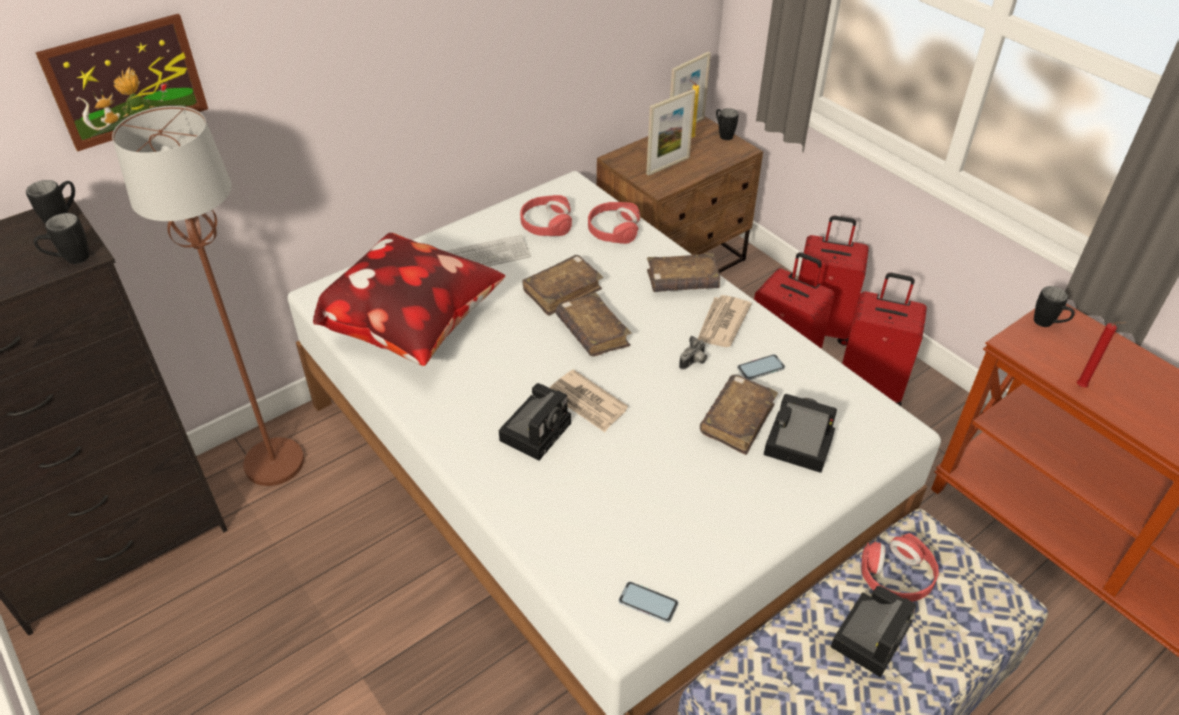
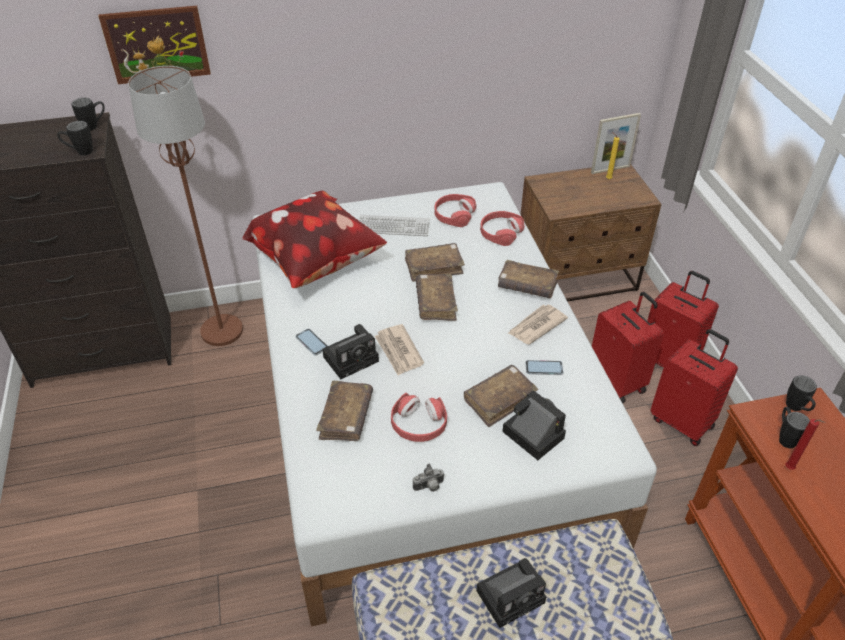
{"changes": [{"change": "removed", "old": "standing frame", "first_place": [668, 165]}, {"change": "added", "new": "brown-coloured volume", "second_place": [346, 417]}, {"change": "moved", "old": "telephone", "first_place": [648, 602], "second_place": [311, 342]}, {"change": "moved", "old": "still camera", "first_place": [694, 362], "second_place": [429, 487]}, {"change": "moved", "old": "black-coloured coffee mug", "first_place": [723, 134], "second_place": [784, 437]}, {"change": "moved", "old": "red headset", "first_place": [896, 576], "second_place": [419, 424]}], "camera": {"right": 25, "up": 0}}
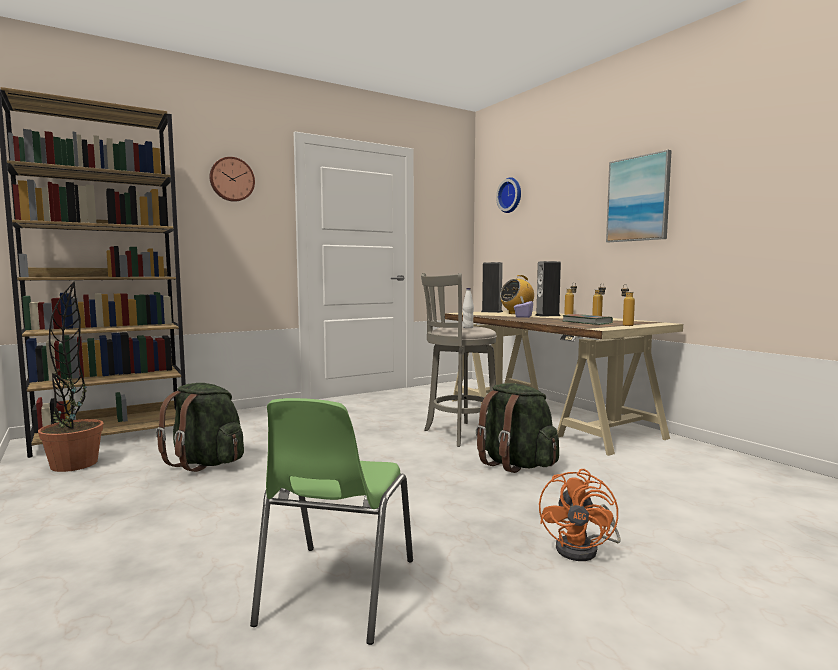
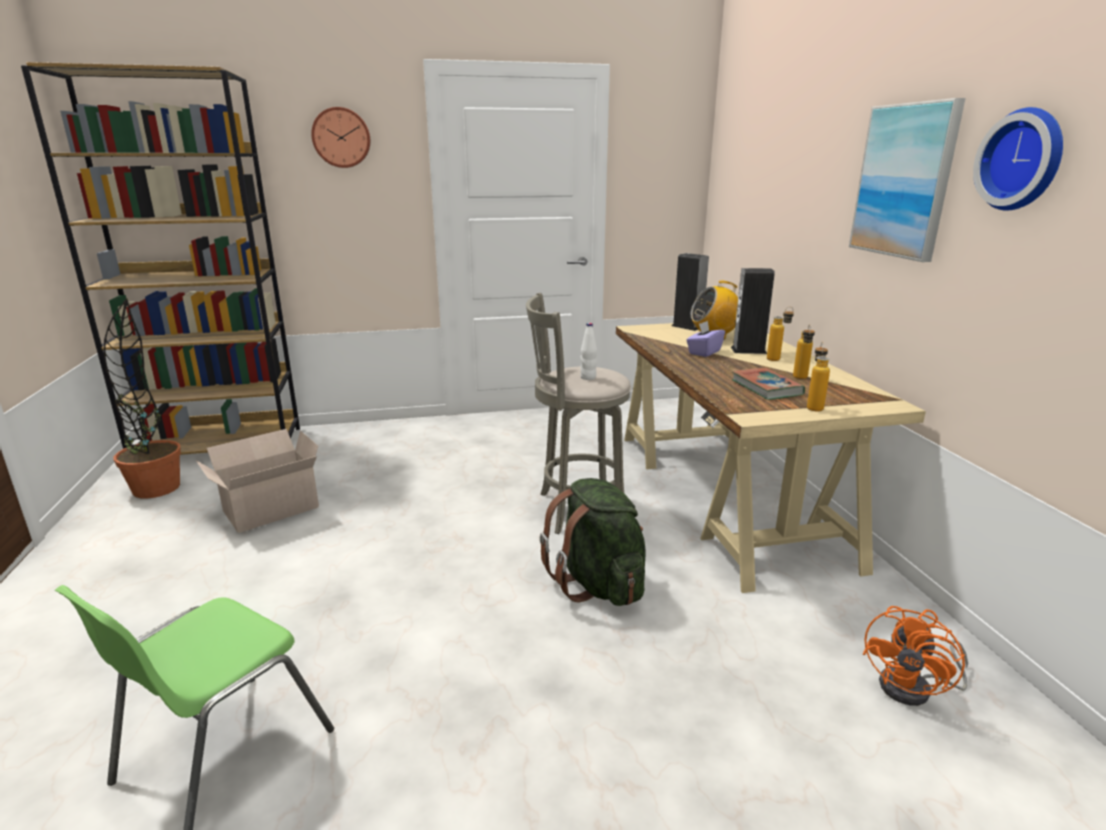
{"changes": [{"change": "moved", "old": "hanging clock", "first_place": [511, 195], "second_place": [1024, 160]}, {"change": "moved", "old": "orange fan", "first_place": [584, 549], "second_place": [914, 689]}, {"change": "replaced", "old": "green knapsack", "new": "cardboard box", "first_place": [206, 463], "second_place": [268, 510]}], "camera": {"right": 20, "up": 15}}
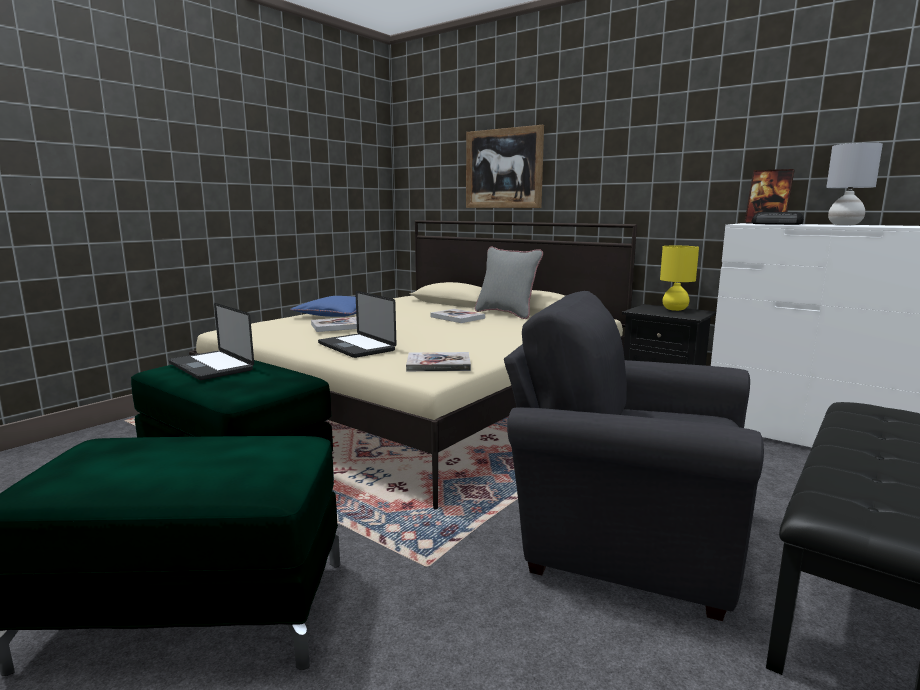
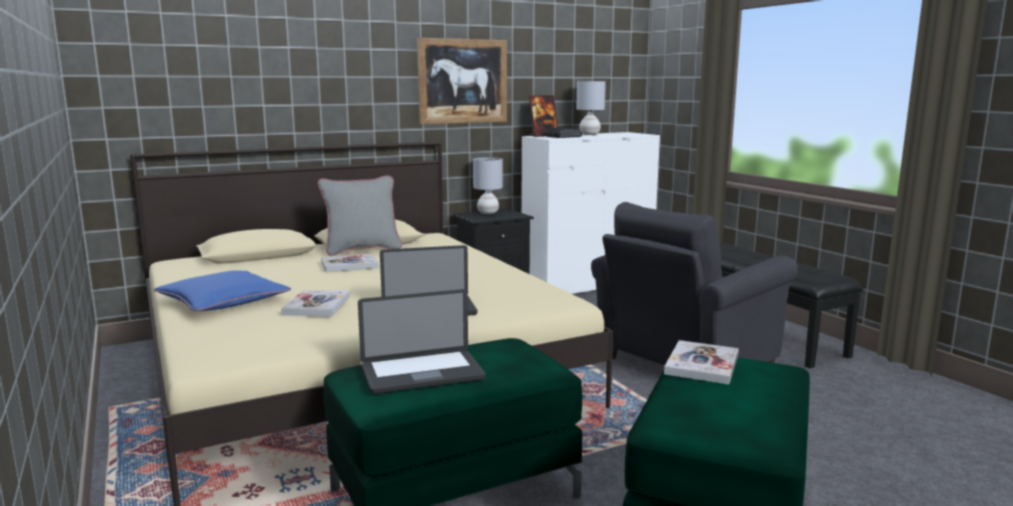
{"changes": [{"change": "moved", "old": "volume", "first_place": [438, 364], "second_place": [702, 364]}, {"change": "moved", "old": "picture", "first_place": [503, 168], "second_place": [463, 81]}, {"change": "recoloured", "old": "yellowish tabletop lamp", "new": "gray tabletop lamp", "first_place": [675, 309], "second_place": [488, 213]}], "camera": {"right": -65, "up": 0}}
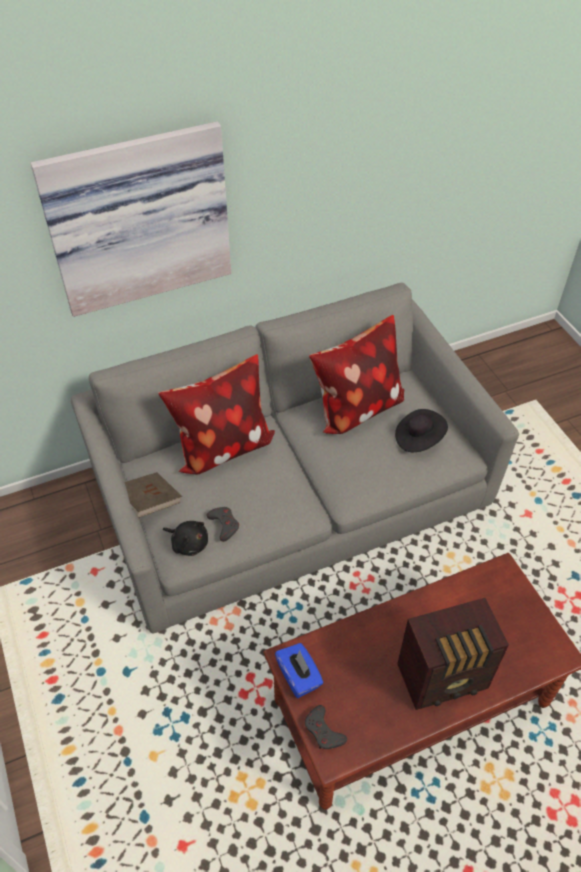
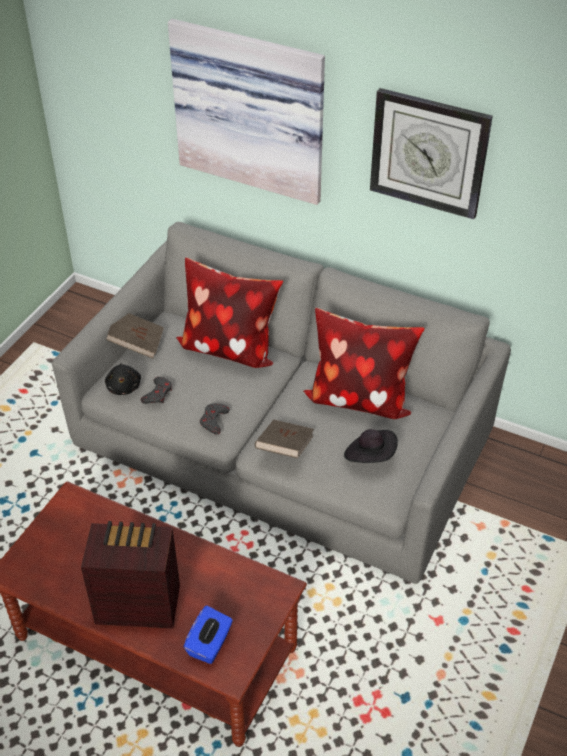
{"changes": [{"change": "added", "new": "brown-coloured volume", "second_place": [284, 448]}, {"change": "added", "new": "hanging clock", "second_place": [429, 153]}, {"change": "moved", "old": "blue-coloured tissue box", "first_place": [299, 676], "second_place": [209, 644]}, {"change": "moved", "old": "gray gamepad", "first_place": [323, 731], "second_place": [214, 420]}, {"change": "turned", "old": "radio set", "first_place": [444, 677], "second_place": [136, 603], "degrees": 150}], "camera": {"right": 50, "up": -5}}
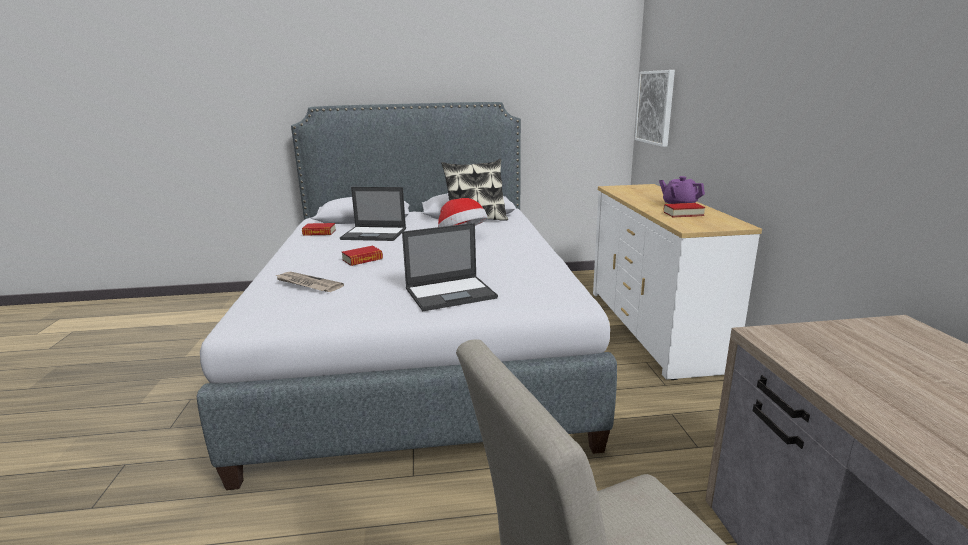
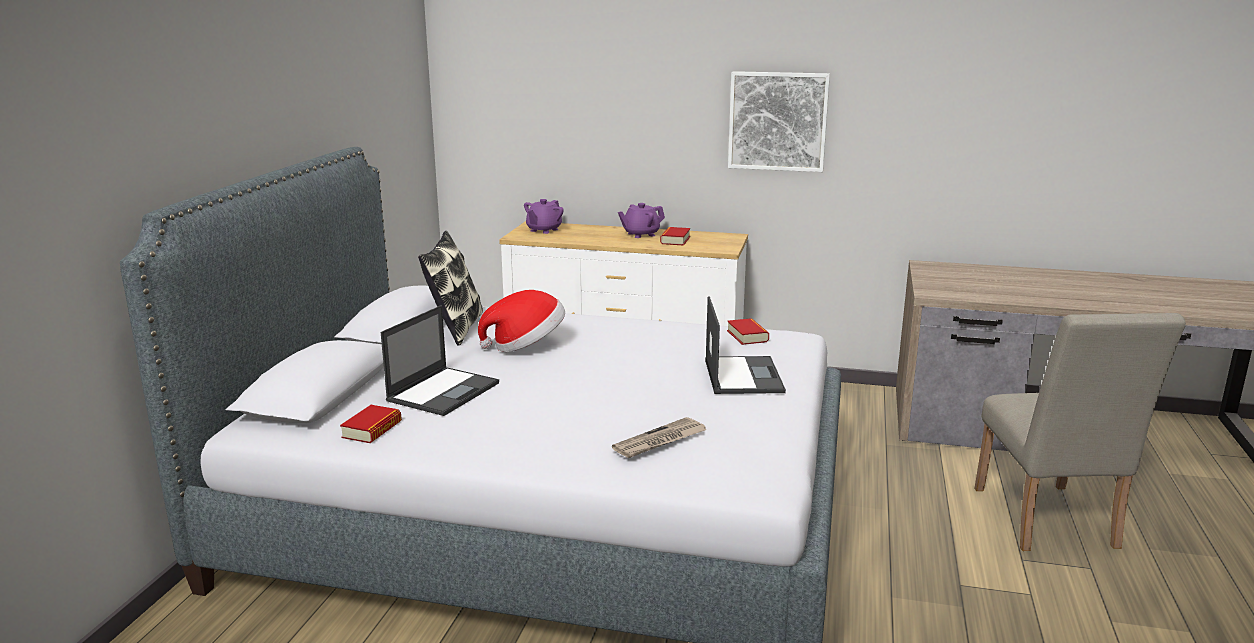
{"changes": [{"change": "added", "new": "purple tea pot", "second_place": [544, 230]}, {"change": "moved", "old": "volume", "first_place": [362, 259], "second_place": [747, 336]}, {"change": "moved", "old": "picture", "first_place": [655, 107], "second_place": [777, 121]}], "camera": {"right": -70, "up": 0}}
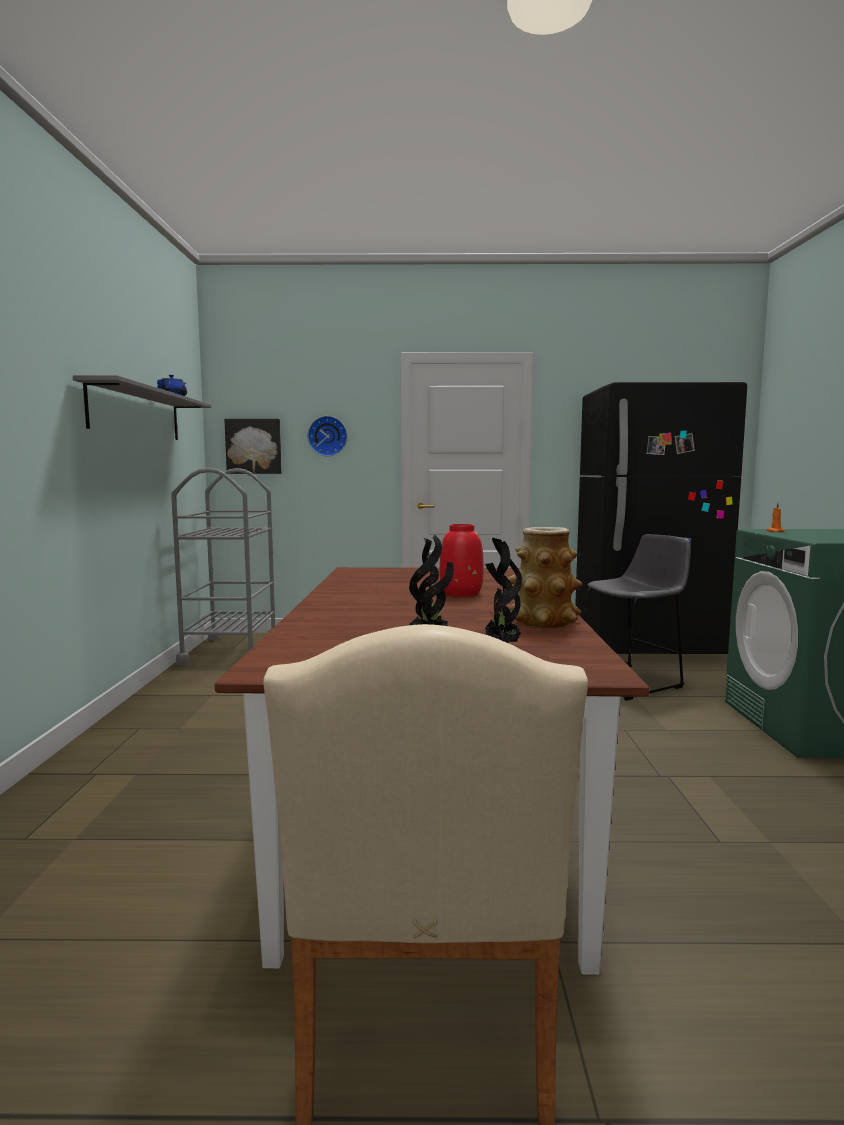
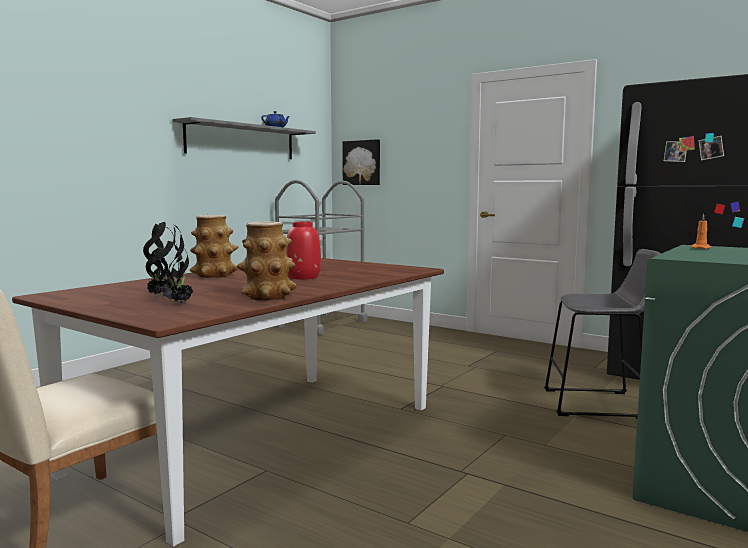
{"changes": [{"change": "removed", "old": "hanging clock", "first_place": [328, 436]}, {"change": "added", "new": "flower vase", "second_place": [214, 275]}], "camera": {"right": 35, "up": 0}}
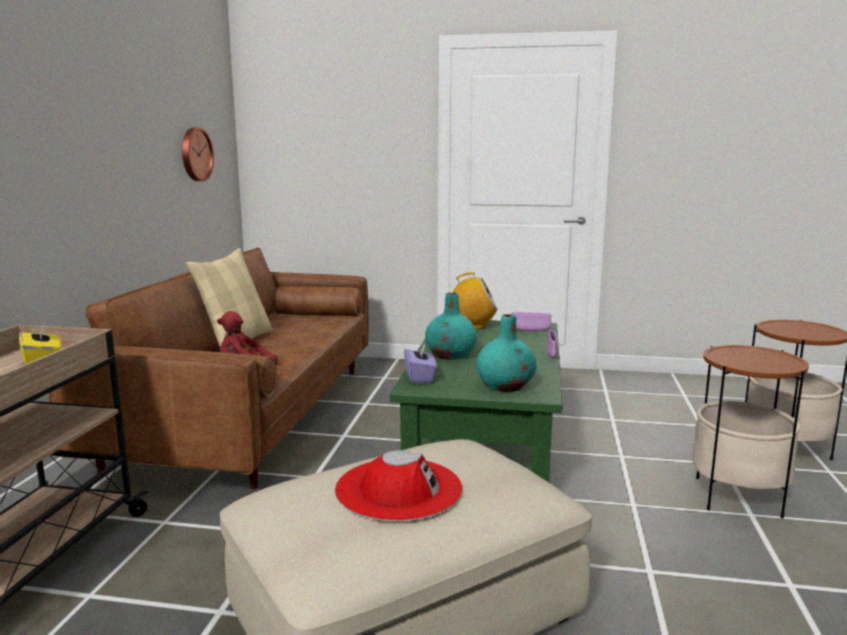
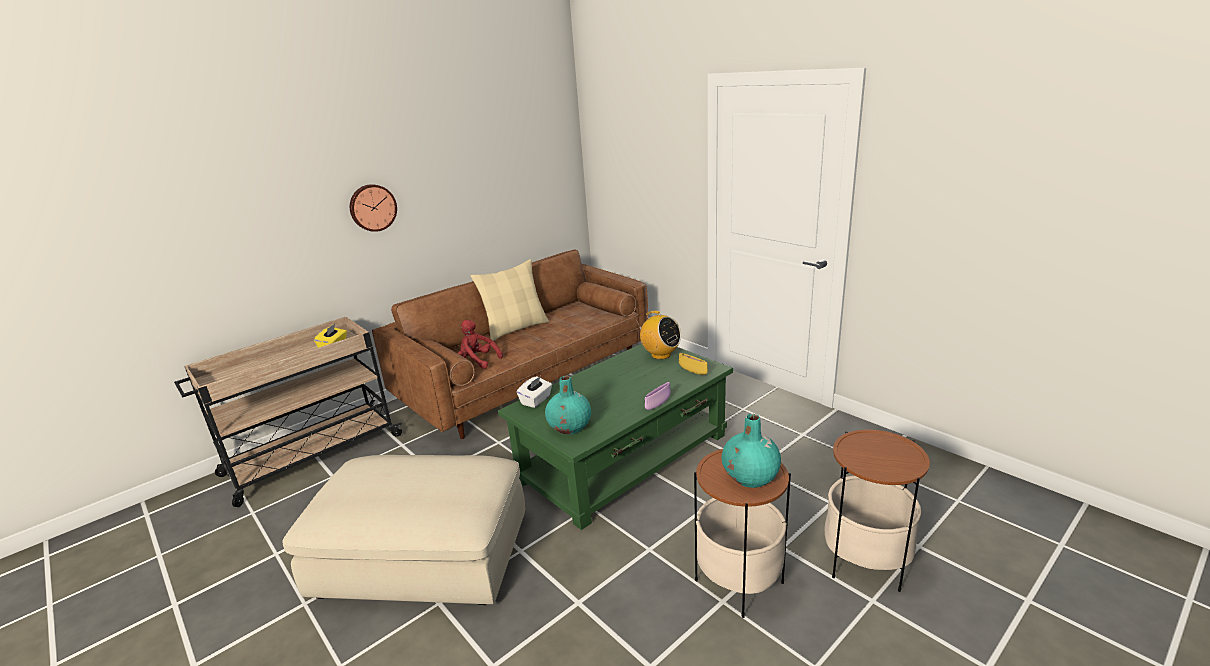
{"changes": [{"change": "removed", "old": "red hat", "first_place": [398, 489]}, {"change": "moved", "old": "hanging clock", "first_place": [195, 154], "second_place": [372, 207]}, {"change": "moved", "old": "turquoise-coloured flower vase", "first_place": [451, 355], "second_place": [750, 477]}, {"change": "recoloured", "old": "purple tissue box", "new": "white-coloured tissue box", "first_place": [420, 377], "second_place": [536, 400]}, {"change": "recoloured", "old": "purple bowl", "new": "yellowish bowl", "first_place": [530, 331], "second_place": [693, 372]}], "camera": {"right": 40, "up": 10}}
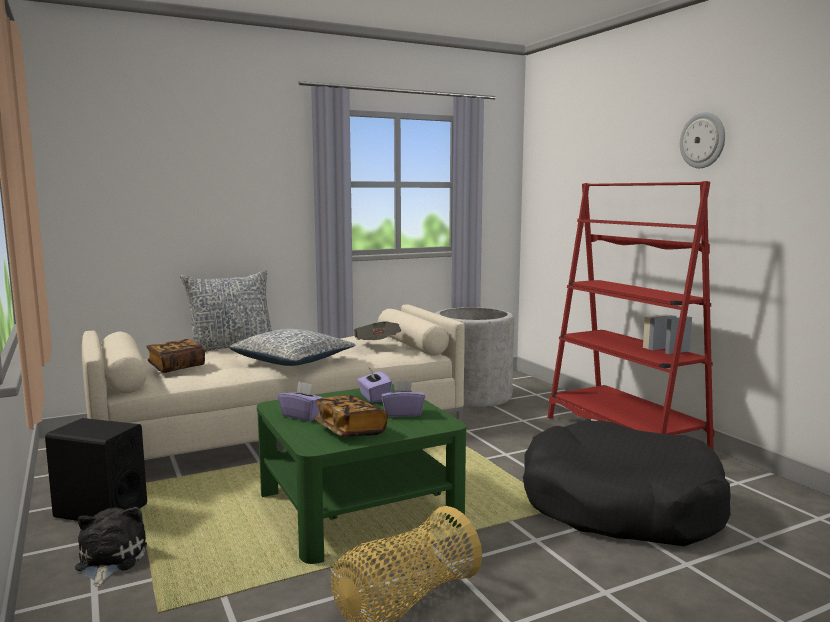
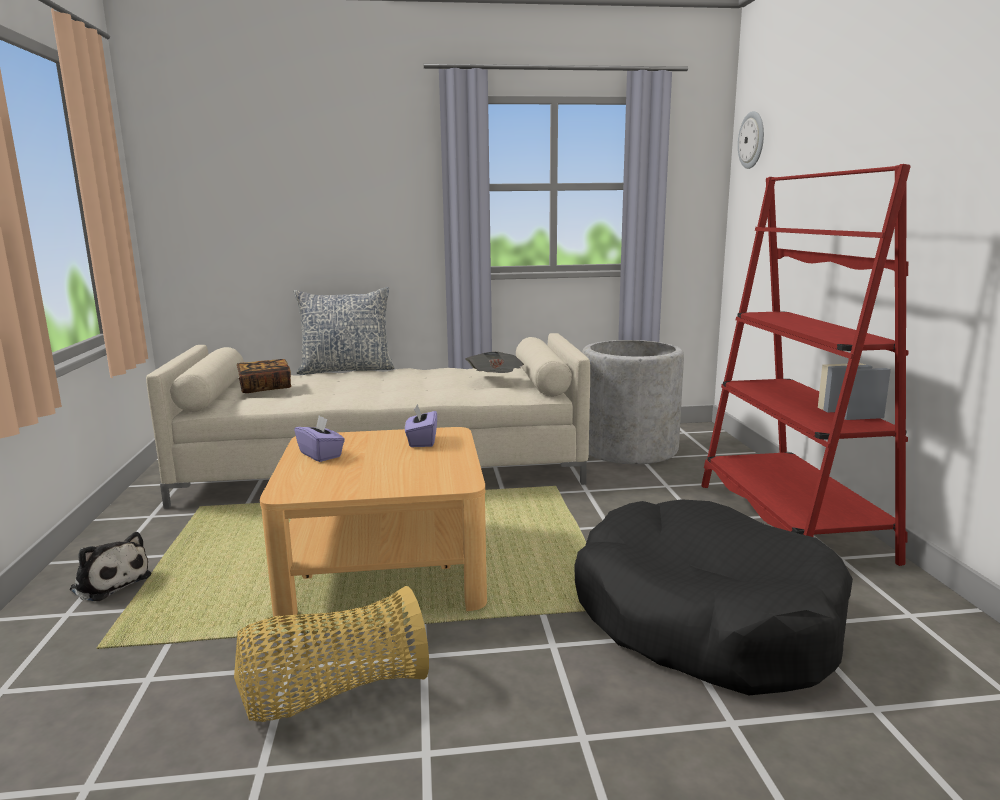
{"changes": [{"change": "removed", "old": "black-coloured loudspeaker", "first_place": [100, 511]}, {"change": "removed", "old": "throw pillow", "first_place": [293, 361]}, {"change": "removed", "old": "volume", "first_place": [350, 430]}, {"change": "removed", "old": "purple tissue box", "first_place": [402, 413]}, {"change": "moved", "old": "hanging clock", "first_place": [703, 140], "second_place": [752, 140]}, {"change": "recoloured", "old": "green low table", "new": "sand-coloured low table", "first_place": [358, 507], "second_place": [386, 566]}, {"change": "turned", "old": "soft toy", "first_place": [109, 560], "second_place": [109, 582], "degrees": 105}], "camera": {"right": 20, "up": 5}}
